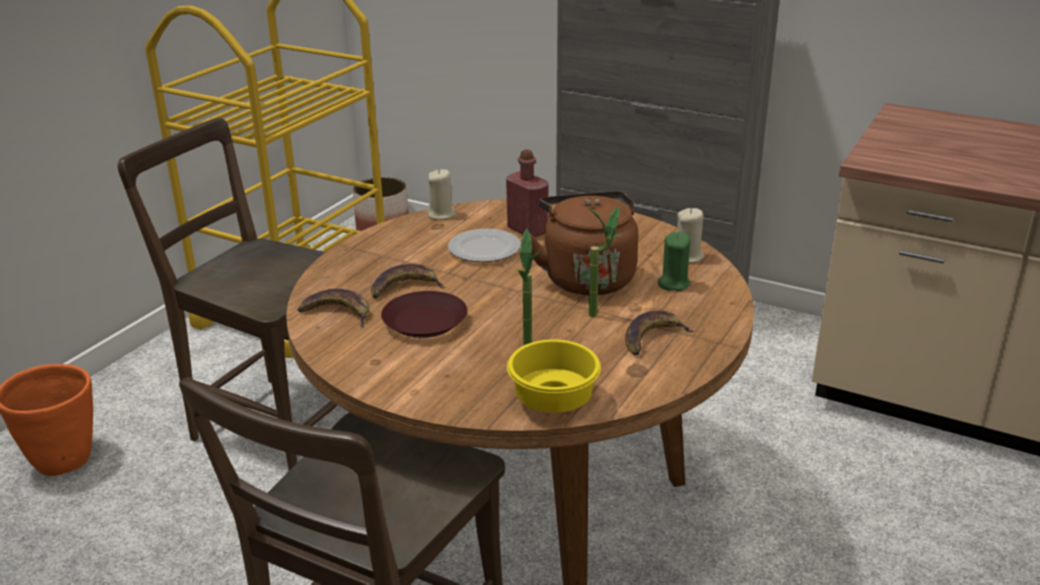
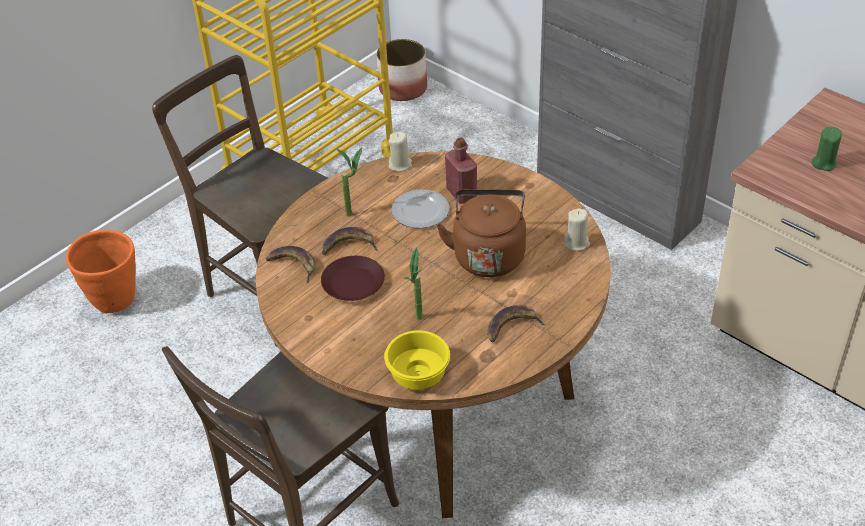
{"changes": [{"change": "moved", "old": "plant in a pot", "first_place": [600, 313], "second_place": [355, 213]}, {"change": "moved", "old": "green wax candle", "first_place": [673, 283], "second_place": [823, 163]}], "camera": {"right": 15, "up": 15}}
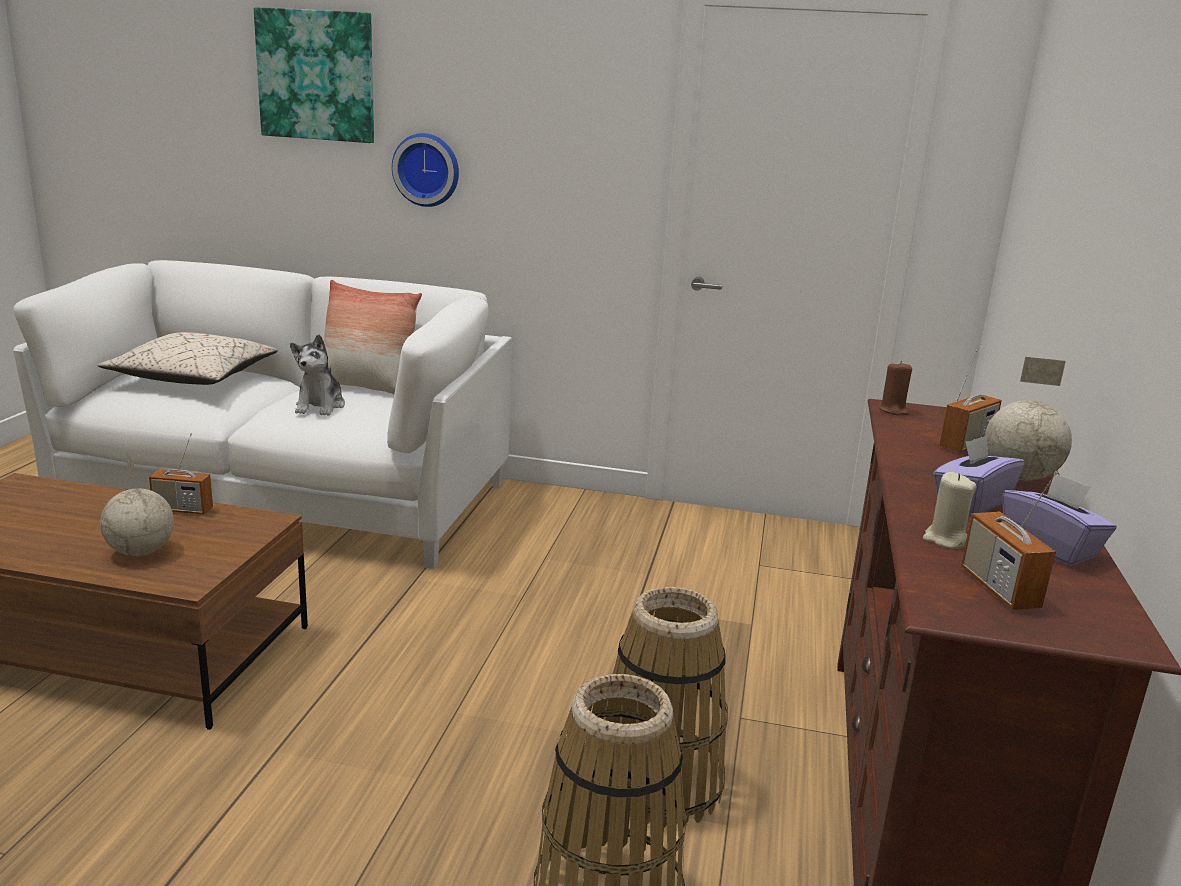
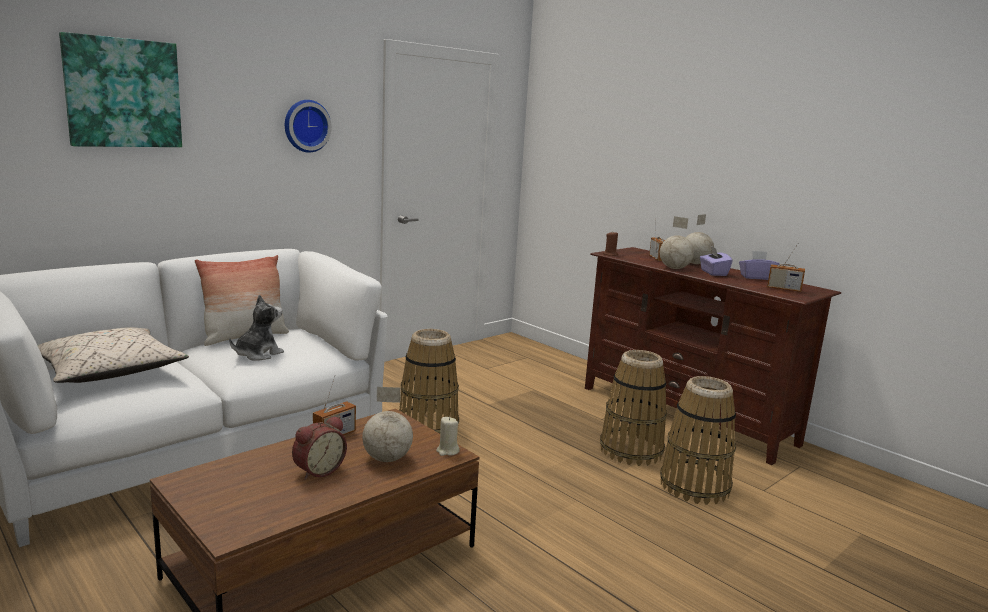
{"changes": [{"change": "added", "new": "alarm clock", "second_place": [318, 470]}, {"change": "added", "new": "storage basket", "second_place": [428, 426]}, {"change": "added", "new": "desk globe", "second_place": [674, 268]}, {"change": "moved", "old": "hanging clock", "first_place": [427, 169], "second_place": [306, 126]}, {"change": "moved", "old": "sand-coloured wax candle", "first_place": [945, 540], "second_place": [447, 451]}, {"change": "turned", "old": "soft toy", "first_place": [320, 406], "second_place": [258, 354], "degrees": -90}], "camera": {"right": -55, "up": -5}}
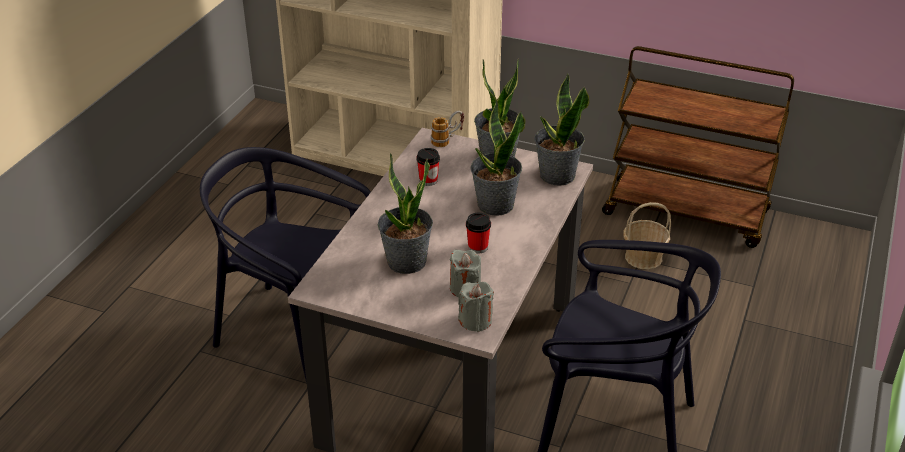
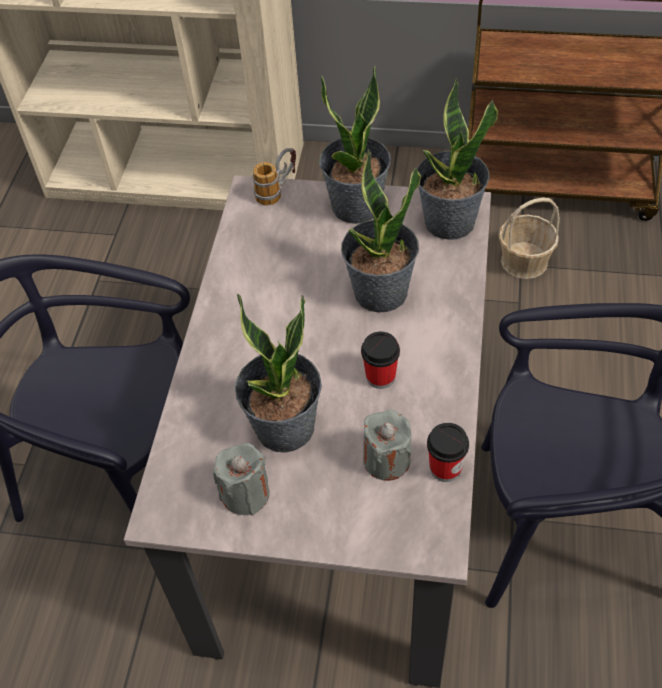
{"changes": [{"change": "moved", "old": "cup", "first_place": [428, 180], "second_place": [445, 468]}, {"change": "moved", "old": "gray wax candle", "first_place": [475, 321], "second_place": [245, 494]}], "camera": {"right": -10, "up": 15}}
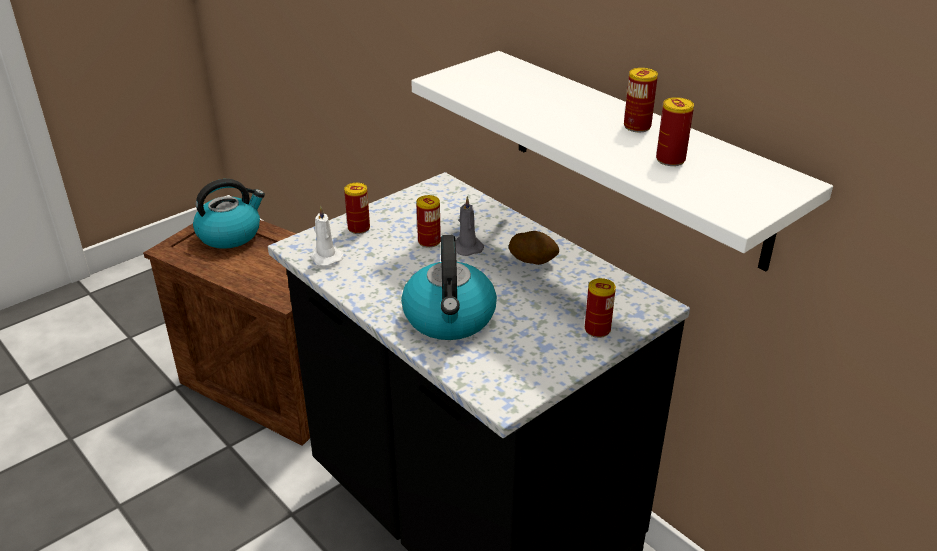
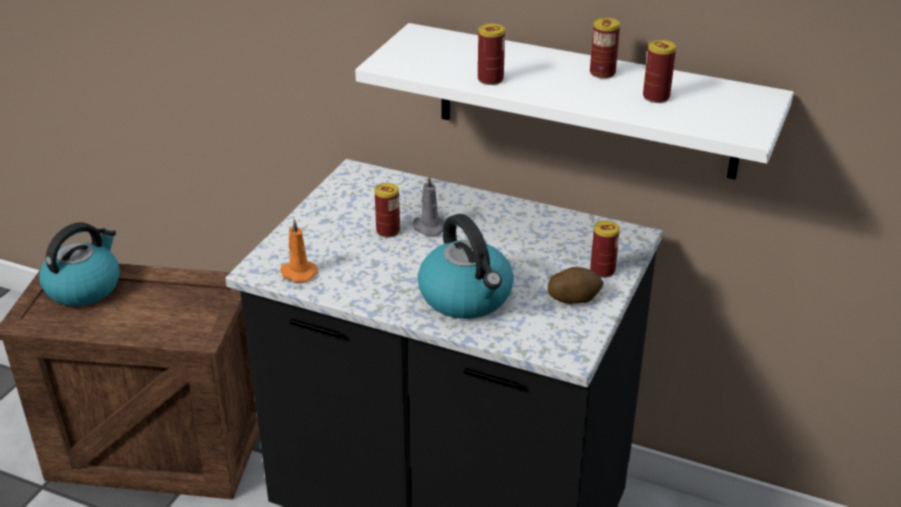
{"changes": [{"change": "moved", "old": "can", "first_place": [359, 228], "second_place": [490, 79]}, {"change": "moved", "old": "spud", "first_place": [533, 259], "second_place": [574, 298]}, {"change": "recoloured", "old": "white-coloured wax candle", "new": "orange wax candle", "first_place": [325, 257], "second_place": [297, 273]}], "camera": {"right": -25, "up": 0}}
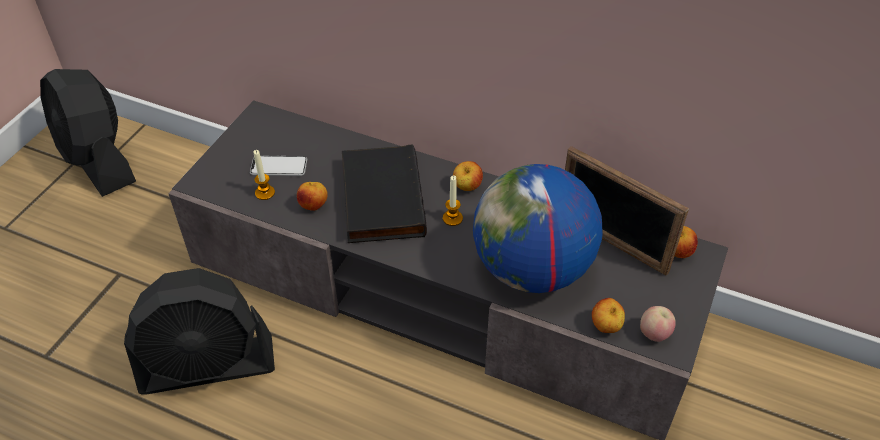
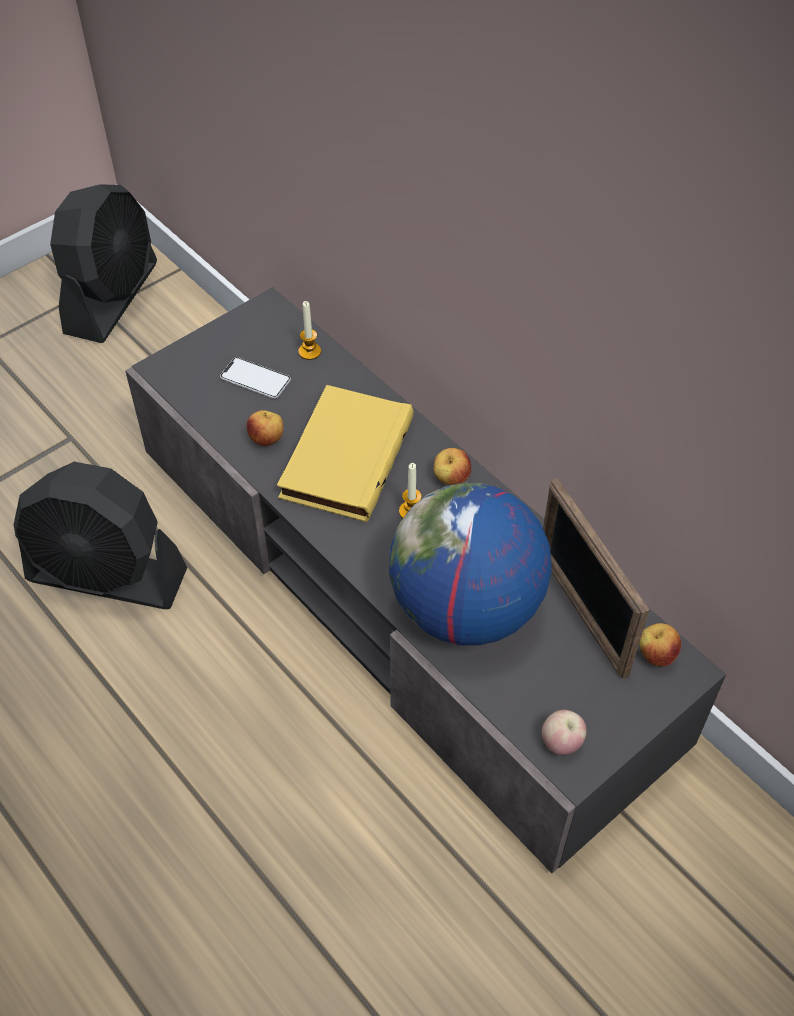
{"changes": [{"change": "removed", "old": "apple", "first_place": [605, 327]}, {"change": "moved", "old": "wax candle", "first_place": [265, 193], "second_place": [309, 352]}, {"change": "recoloured", "old": "black-coloured volume", "new": "yellowish volume", "first_place": [379, 198], "second_place": [344, 457]}, {"change": "turned", "old": "black-coloured fan", "first_place": [99, 161], "second_place": [112, 297], "degrees": -150}], "camera": {"right": 25, "up": 5}}
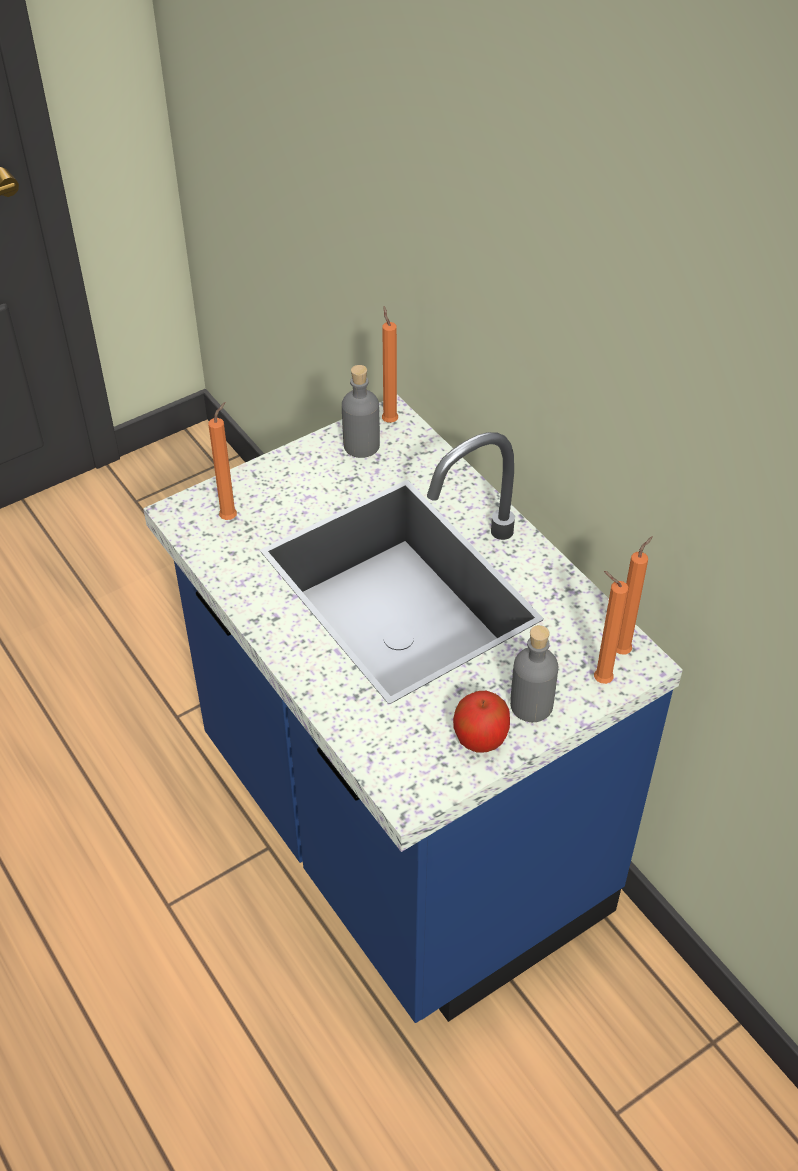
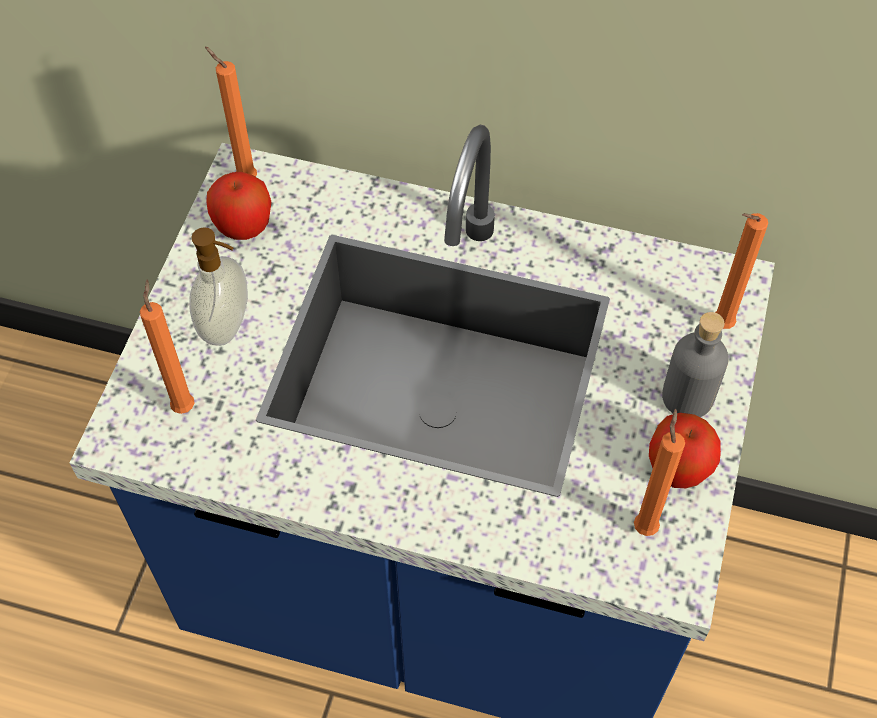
{"changes": [{"change": "added", "new": "soap bottle", "second_place": [228, 325]}, {"change": "moved", "old": "orange wax candle", "first_place": [623, 650], "second_place": [645, 524]}, {"change": "replaced", "old": "gray beverage bottle", "new": "apple", "first_place": [361, 445], "second_place": [243, 226]}], "camera": {"right": -40, "up": 10}}
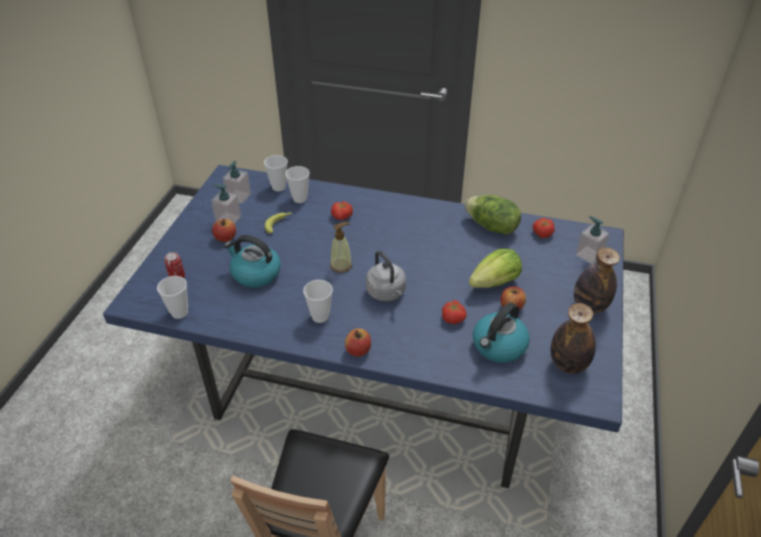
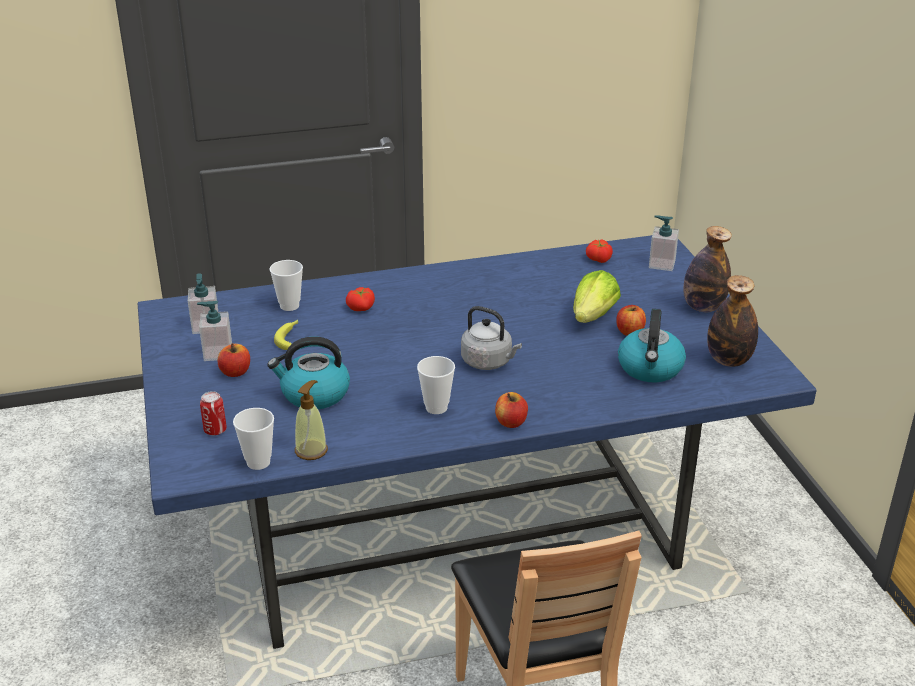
{"changes": [{"change": "removed", "old": "cup", "first_place": [278, 187]}, {"change": "removed", "old": "tomato", "first_place": [453, 318]}, {"change": "removed", "old": "lettuce", "first_place": [491, 227]}, {"change": "moved", "old": "soap bottle", "first_place": [341, 265], "second_place": [311, 450]}], "camera": {"right": -30, "up": -10}}
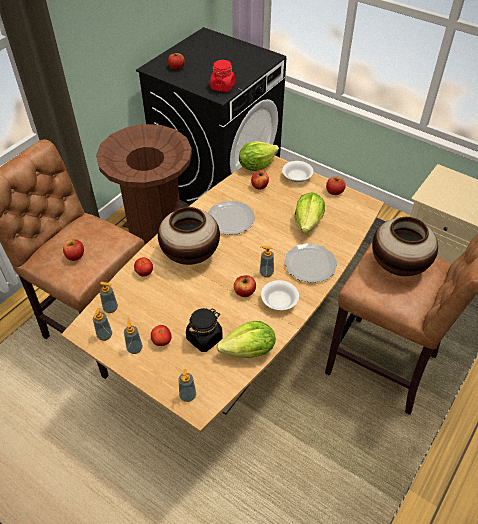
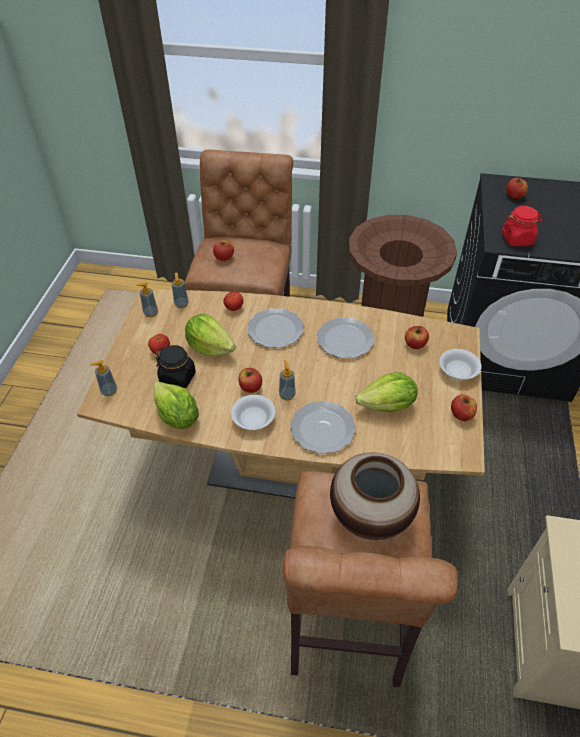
{"changes": [{"change": "removed", "old": "soap bottle", "first_place": [134, 348]}, {"change": "moved", "old": "lettuce", "first_place": [256, 165], "second_place": [210, 347]}, {"change": "replaced", "old": "flower vase", "new": "plate", "first_place": [190, 255], "second_place": [275, 329]}], "camera": {"right": 65, "up": 0}}
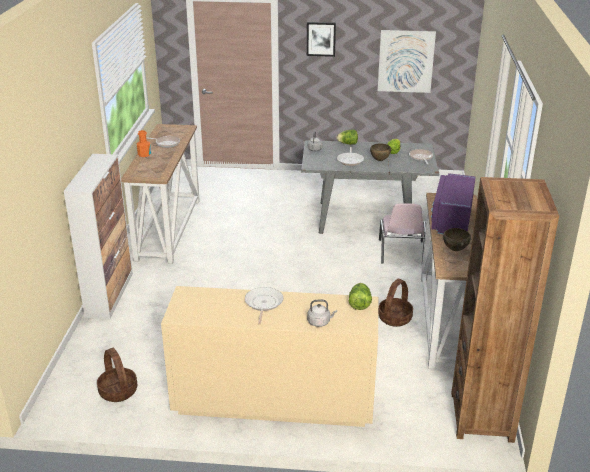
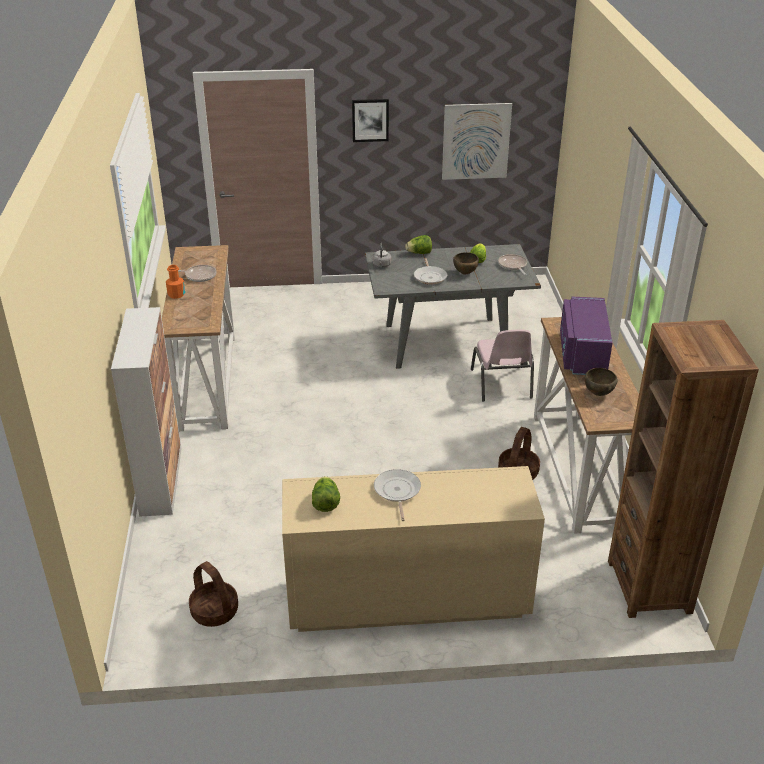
{"changes": [{"change": "removed", "old": "gray water kettle", "first_place": [320, 322]}, {"change": "moved", "old": "lettuce", "first_place": [359, 304], "second_place": [325, 503]}], "camera": {"right": -10, "up": 5}}
